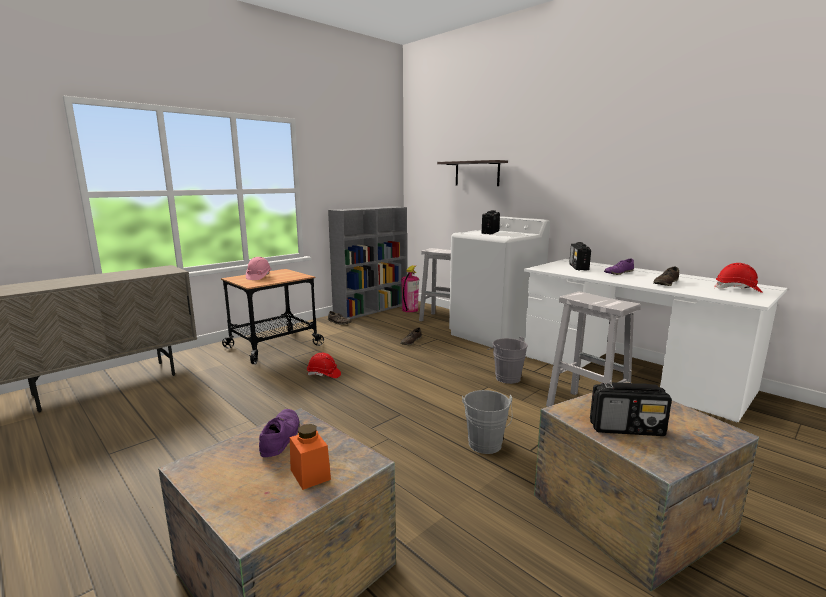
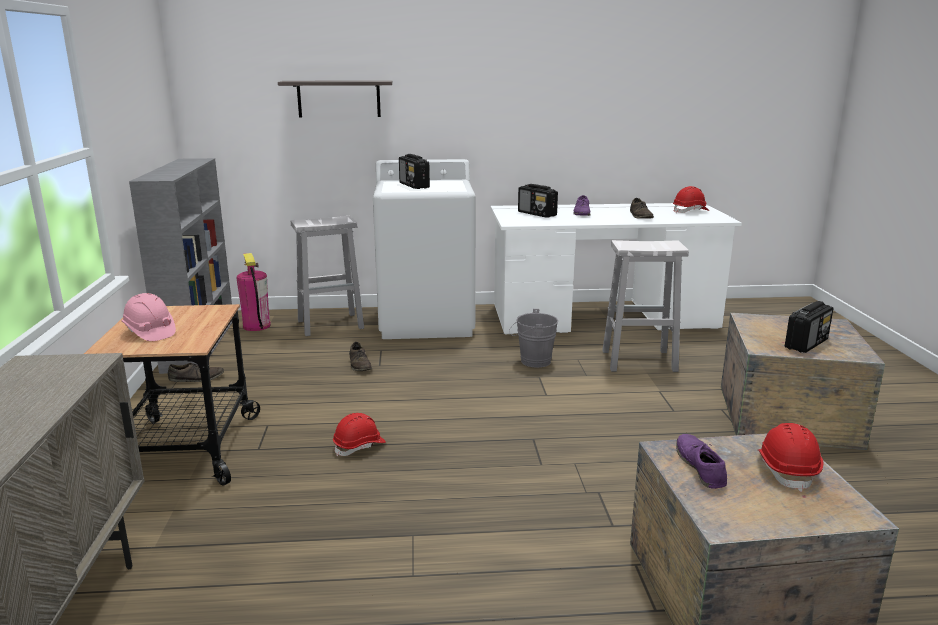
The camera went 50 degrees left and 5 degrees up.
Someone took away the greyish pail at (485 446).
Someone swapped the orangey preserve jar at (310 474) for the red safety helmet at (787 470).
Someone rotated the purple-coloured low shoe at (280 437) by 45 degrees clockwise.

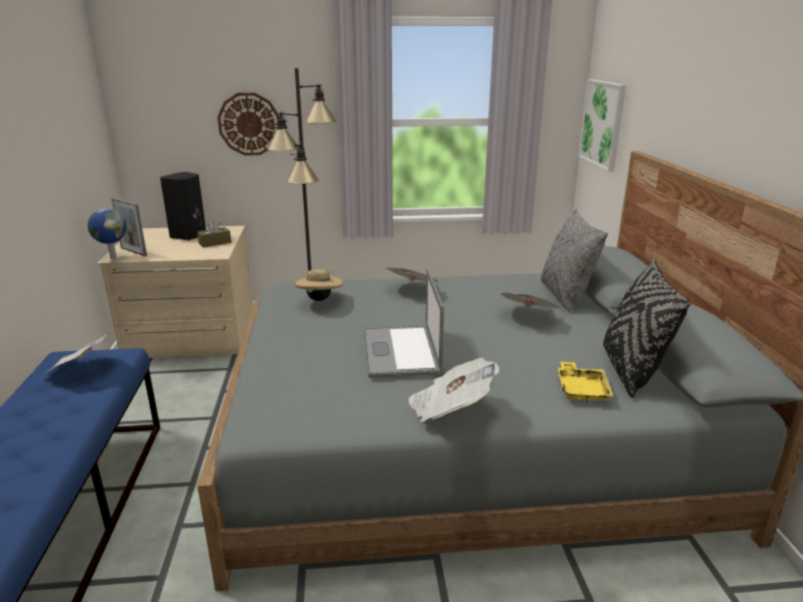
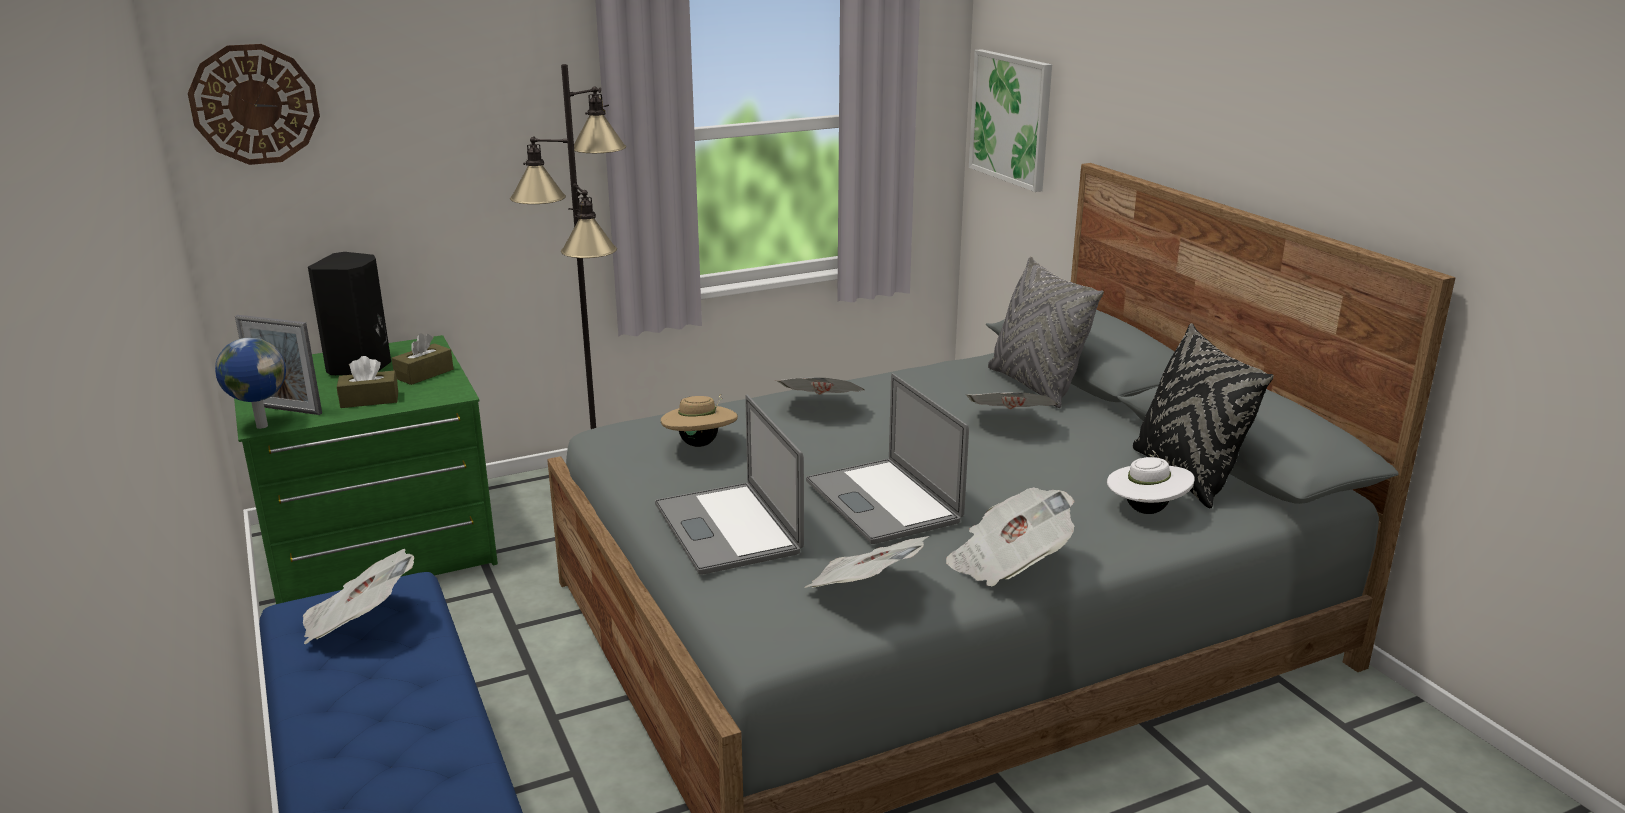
The camera went 20 degrees left and 0 degrees up.
Someone put down the brown box of tissues at (369 400).
Someone put down the laptop at (727 528).
Someone put down the printed paper at (864 590).
Someone carried the wall clock from (249 124) to (255 104).
Someone swapped the yellow-coloured tray at (582 390) for the white-coloured wearable hat at (1146 510).
Someone repainted the beige-coloured chest of drawers at (192 335), which became the green-coloured chest of drawers at (379 547).

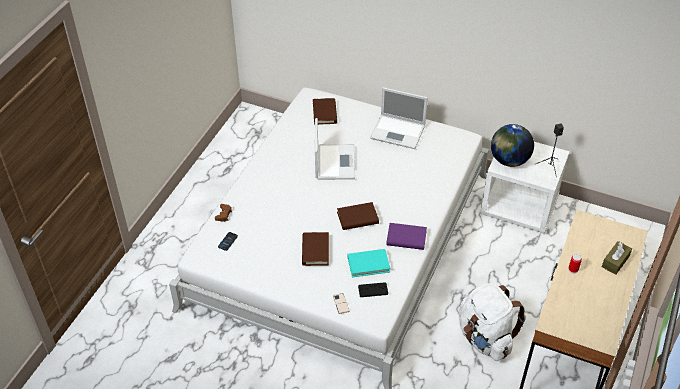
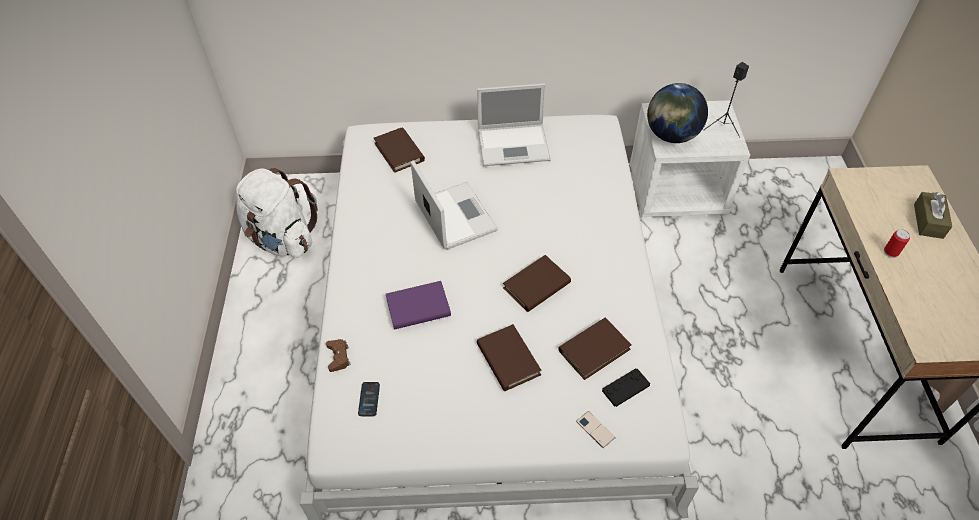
The camera went 25 degrees left and 5 degrees up.
Someone carried the purple-coloured volume from (406 238) to (418 308).
Someone carried the white-coloured rucksack from (485 338) to (282 239).
Someone repainted the blue-green volume at (368 264), which became the brown volume at (594 350).

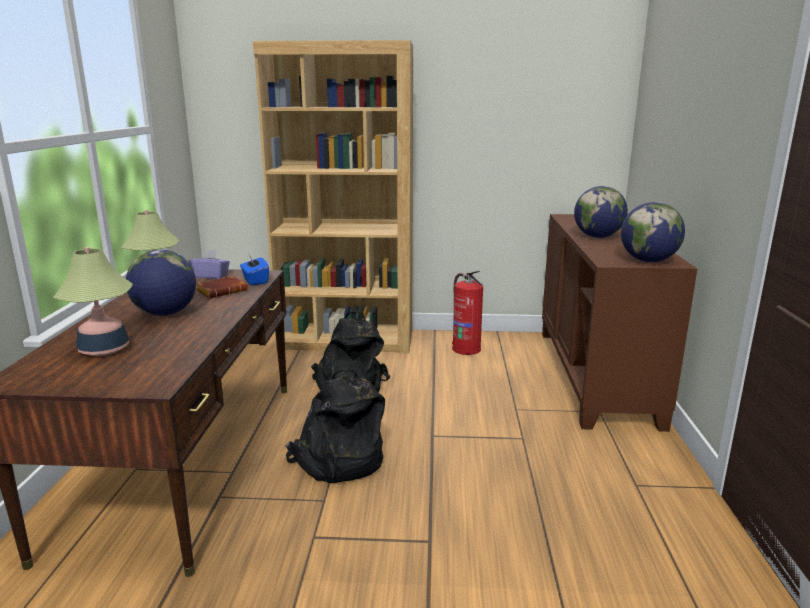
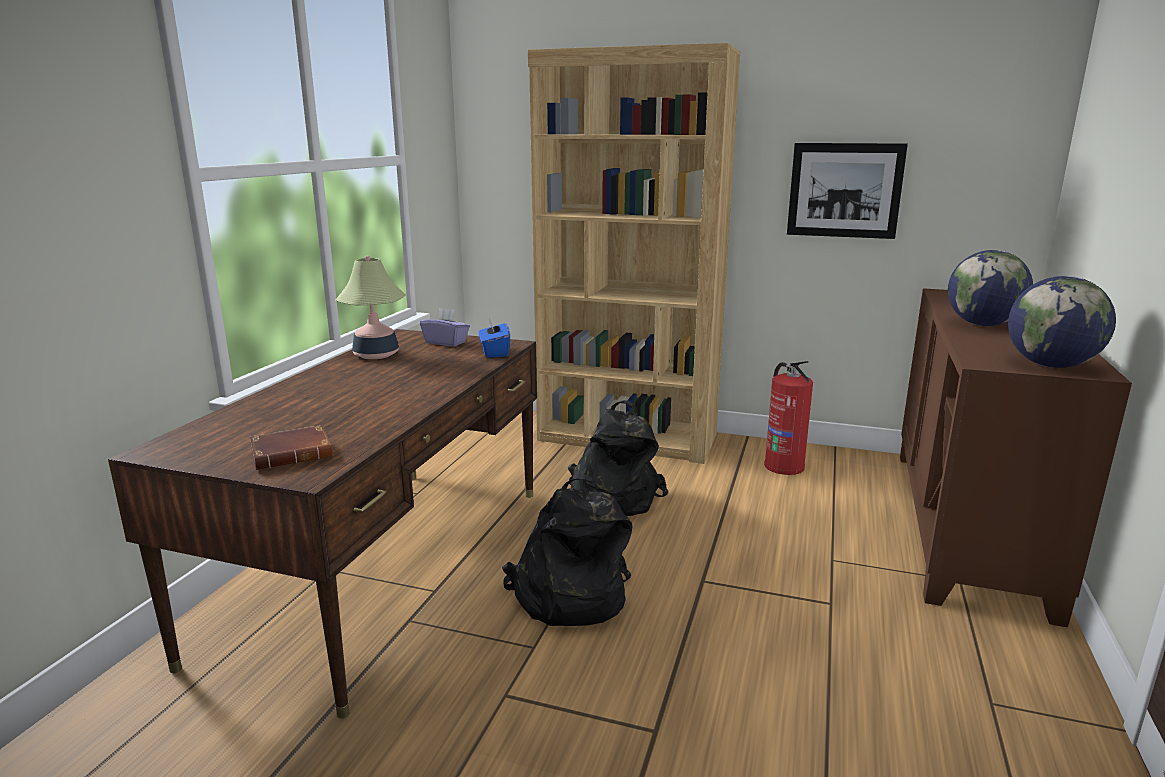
The camera went 15 degrees right and 0 degrees up.
Someone took away the table lamp at (104 349).
Someone took away the desk globe at (165 313).
Someone put up the picture at (844 190).
Someone carried the brown volume from (222 291) to (294 453).

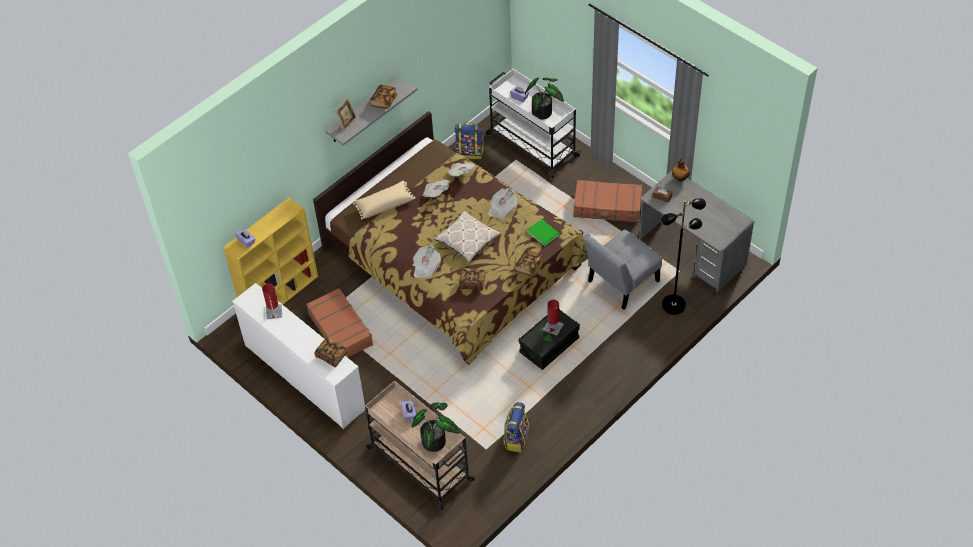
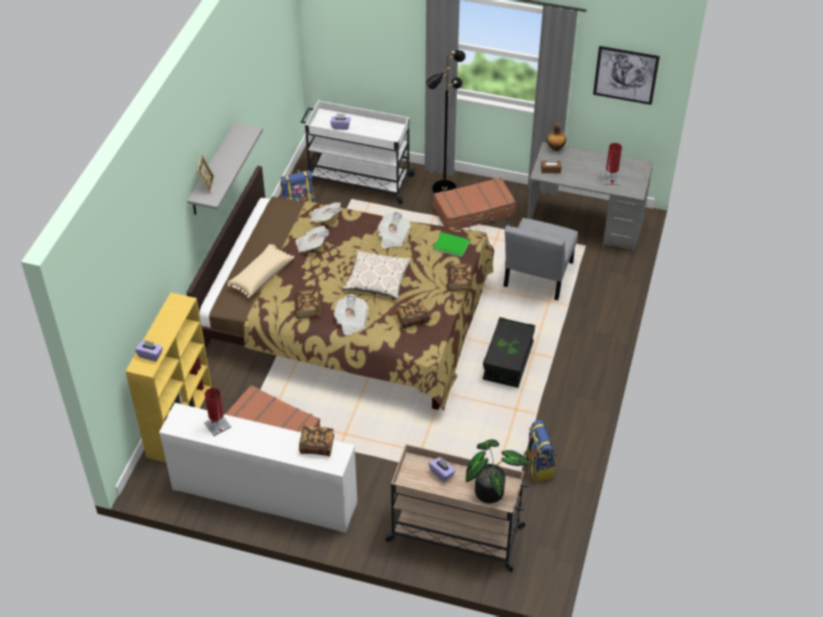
The camera went 30 degrees left and 5 degrees down.
Someone took away the plant in a pot at (544 111).
Someone put up the picture at (625 75).
Someone carried the volume from (383 101) to (307 309).
Someone carried the red table lamp from (553 327) to (610 179).
Someone carried the blackish standard lamp from (673 304) to (444 189).

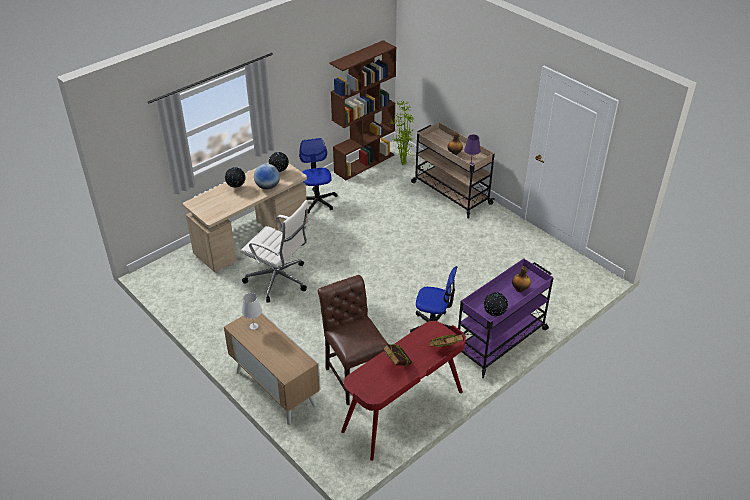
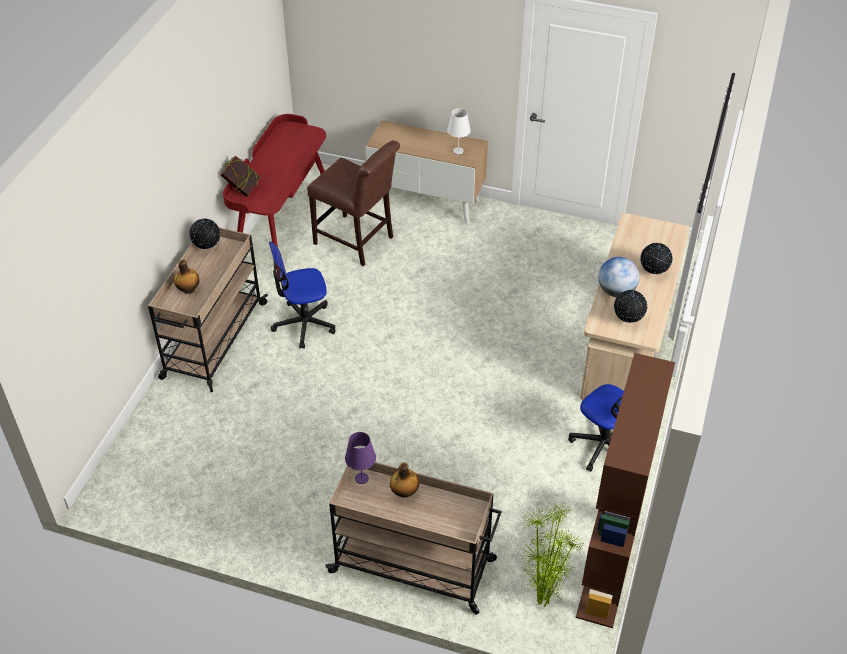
The camera went 150 degrees right and 5 degrees up.
Someone took away the white-coloured desk chair at (279 280).
Someone took away the volume at (397 365).
Someone repainted the purple-coloured wheeled cart at (501 341), which became the beige-coloured wheeled cart at (213 341).

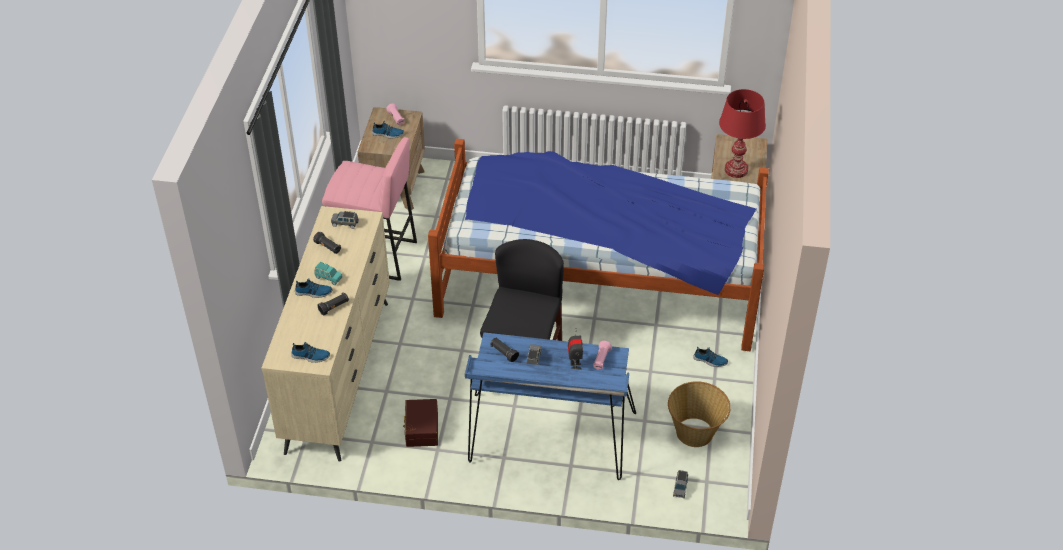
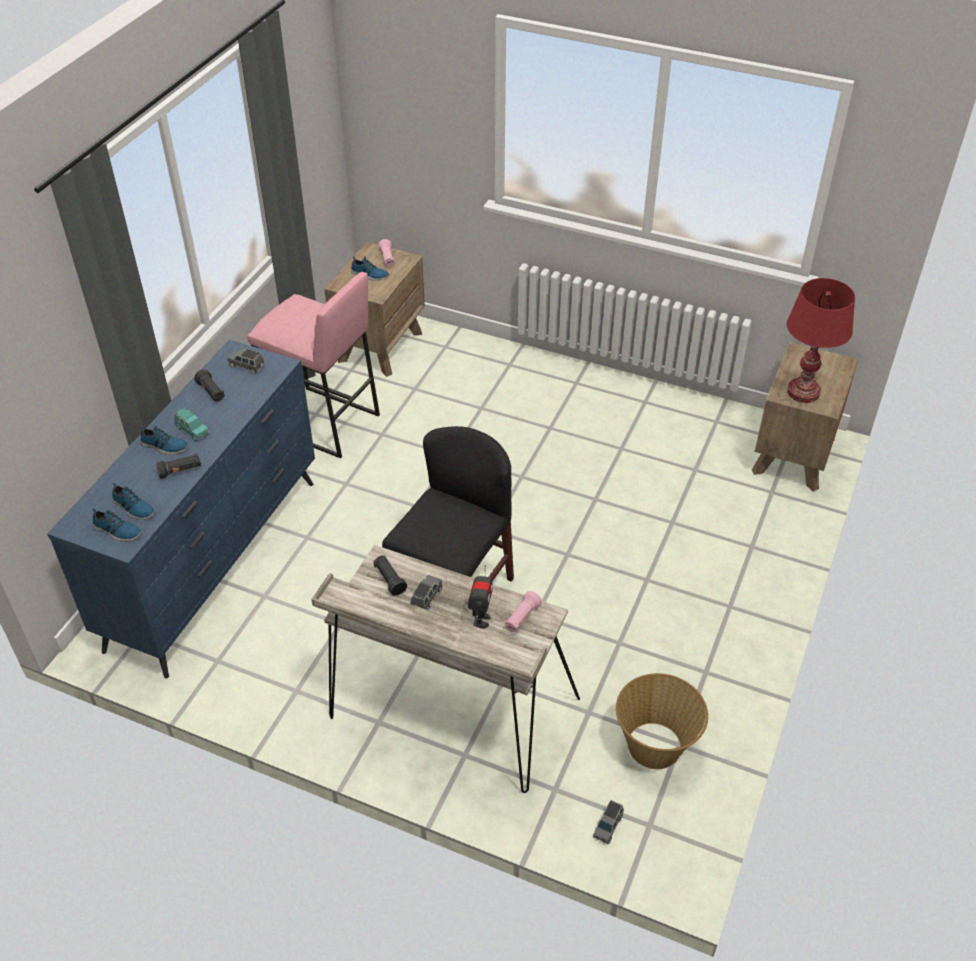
The camera went 15 degrees right and 0 degrees up.
Someone took away the brown storage container at (420 429).
Someone took away the sleeping bed at (598 281).
Someone carried the low shoe from (710 360) to (133 508).
Someone repainted the beige-coloured chest of drawers at (339 374), which became the bluish chest of drawers at (216 562).
Someone repainted the bluish desk unit at (549 439), which became the beige-coloured desk unit at (448 710).

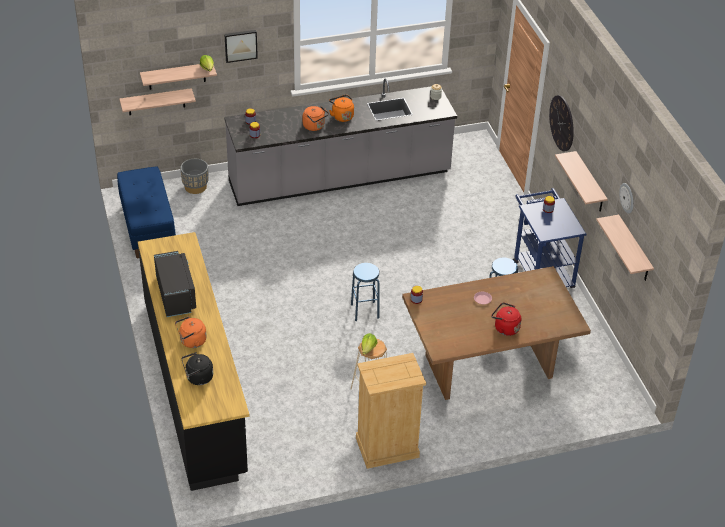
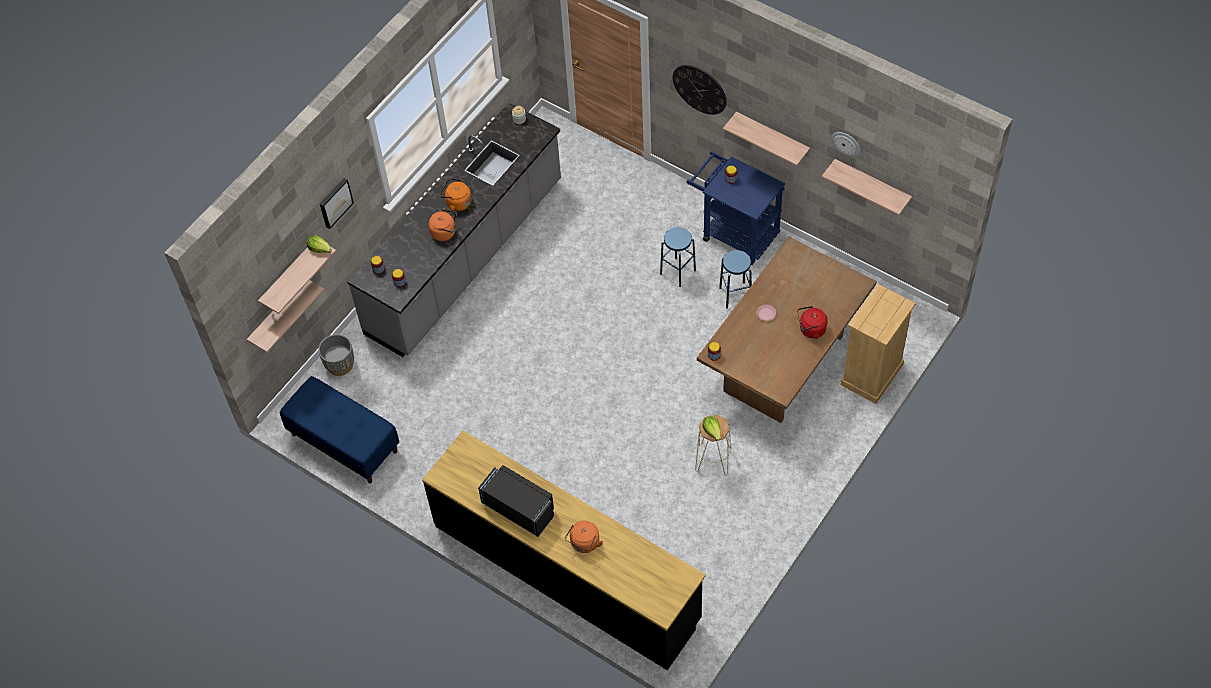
The camera went 35 degrees left and 15 degrees up.
Someone took away the blackish kettle at (198 378).
Someone carried the bluish stool from (365 311) to (678 272).
Someone carried the beige-coloured chest of drawers from (387 448) to (871 375).

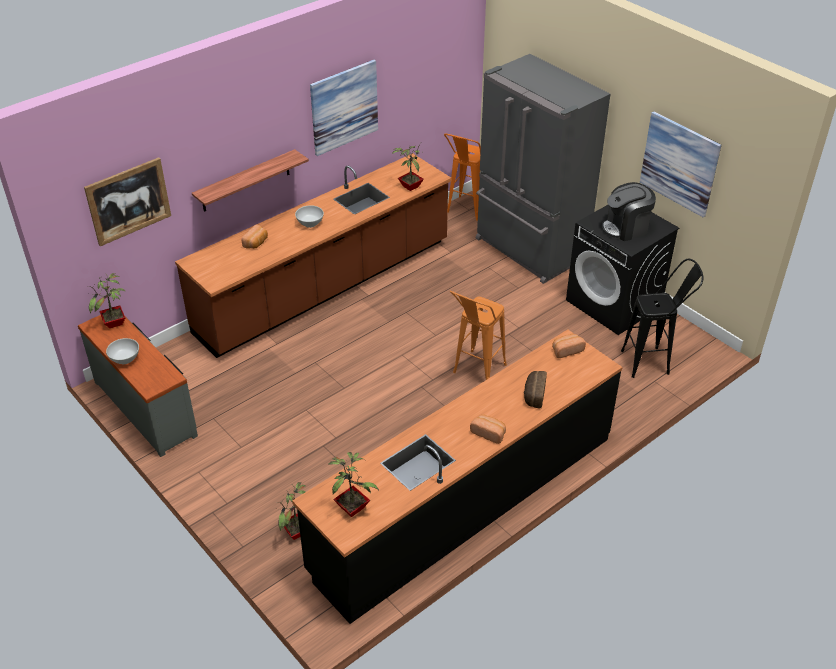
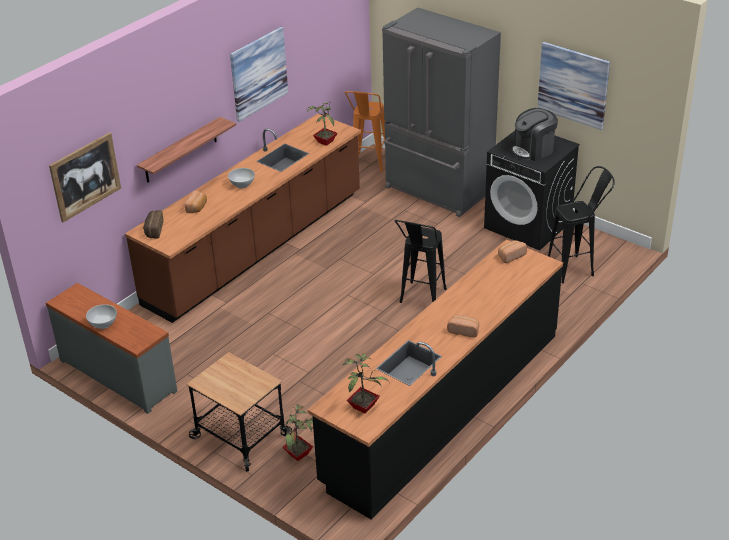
The camera went 10 degrees left and 5 degrees down.
Someone took away the plant in a pot at (114 323).
Someone put down the wheeled cart at (240 437).
Someone carried the bread from (533 395) to (153 230).
Someone repainted the orangey stool at (475 373), which became the blackish stool at (420 300).

